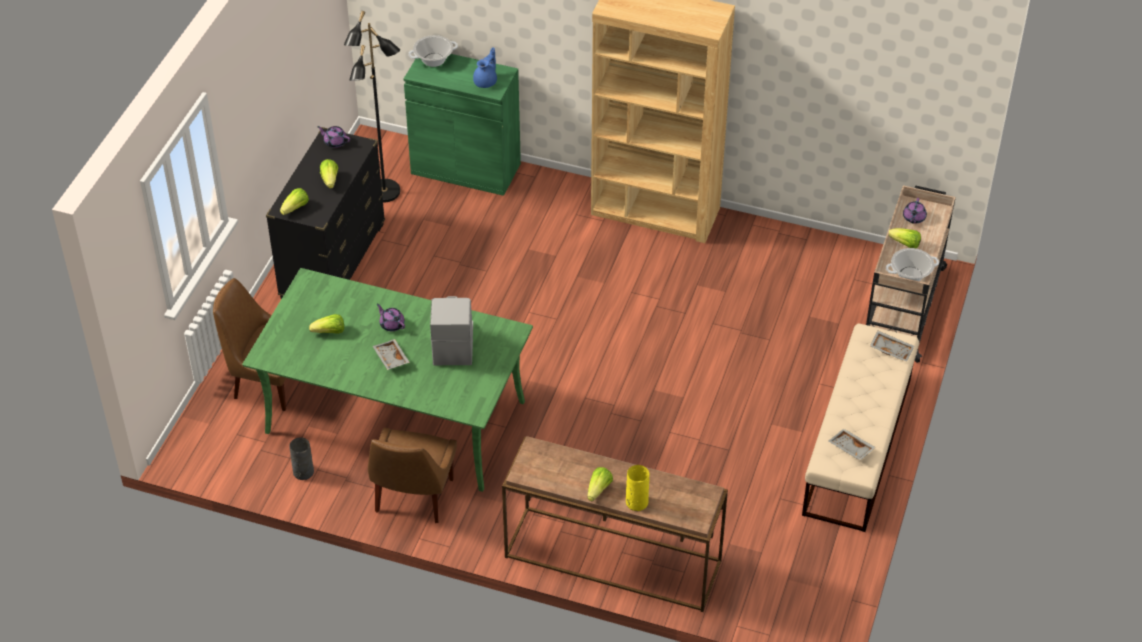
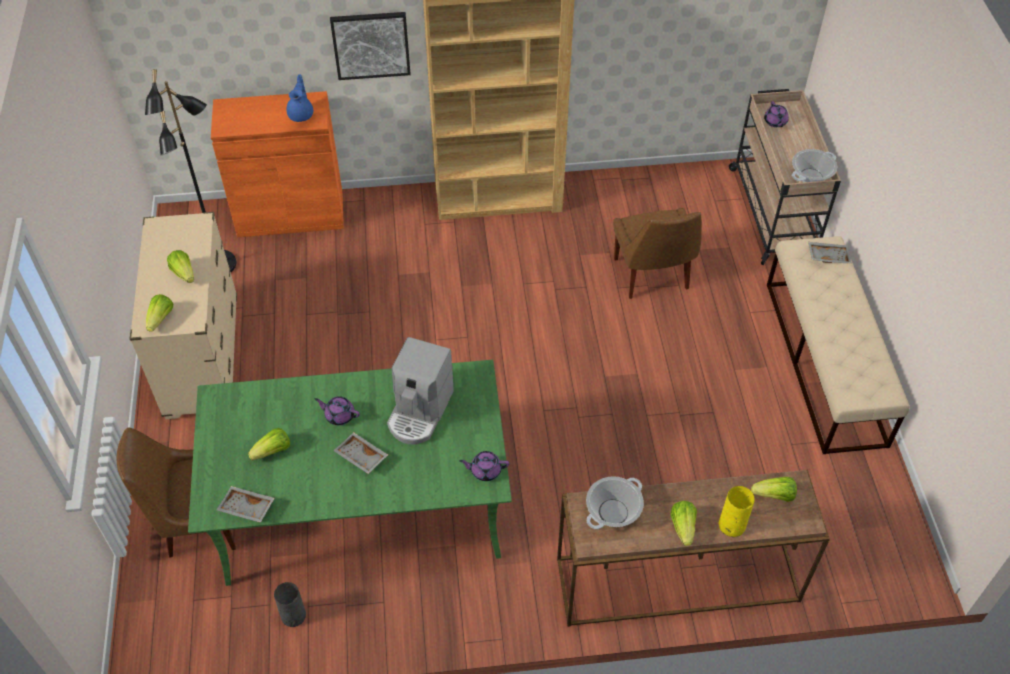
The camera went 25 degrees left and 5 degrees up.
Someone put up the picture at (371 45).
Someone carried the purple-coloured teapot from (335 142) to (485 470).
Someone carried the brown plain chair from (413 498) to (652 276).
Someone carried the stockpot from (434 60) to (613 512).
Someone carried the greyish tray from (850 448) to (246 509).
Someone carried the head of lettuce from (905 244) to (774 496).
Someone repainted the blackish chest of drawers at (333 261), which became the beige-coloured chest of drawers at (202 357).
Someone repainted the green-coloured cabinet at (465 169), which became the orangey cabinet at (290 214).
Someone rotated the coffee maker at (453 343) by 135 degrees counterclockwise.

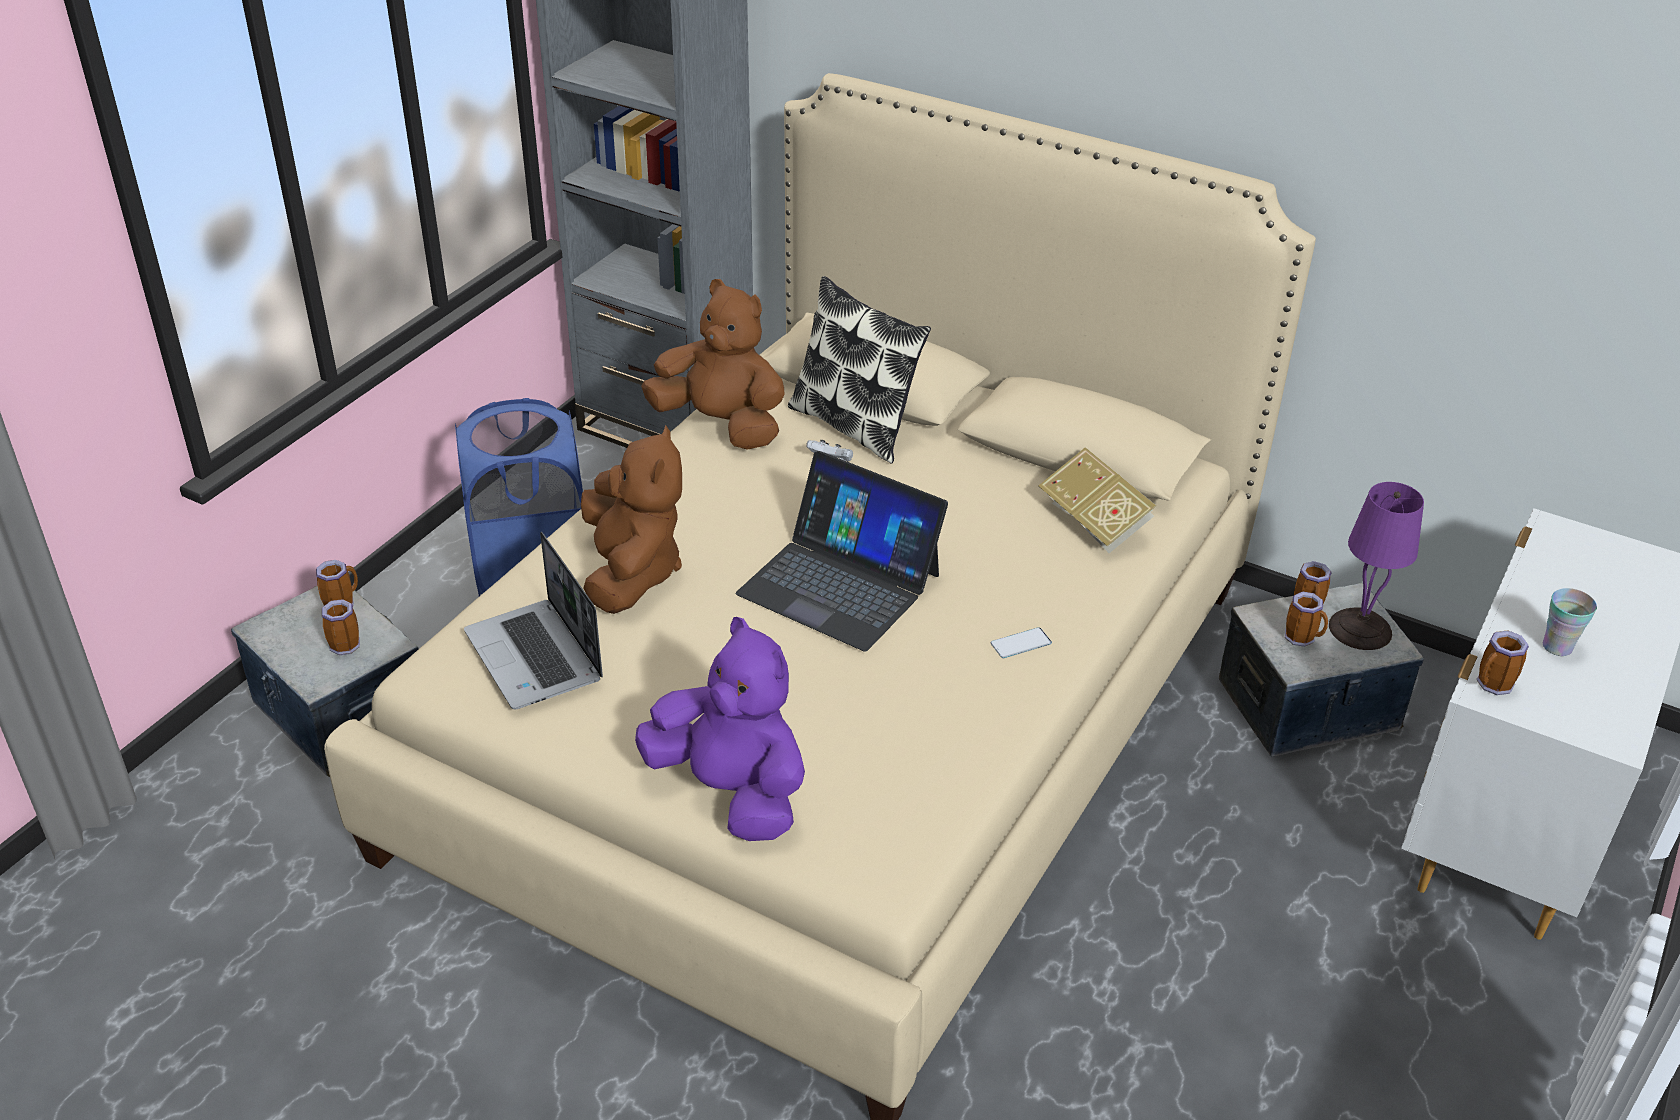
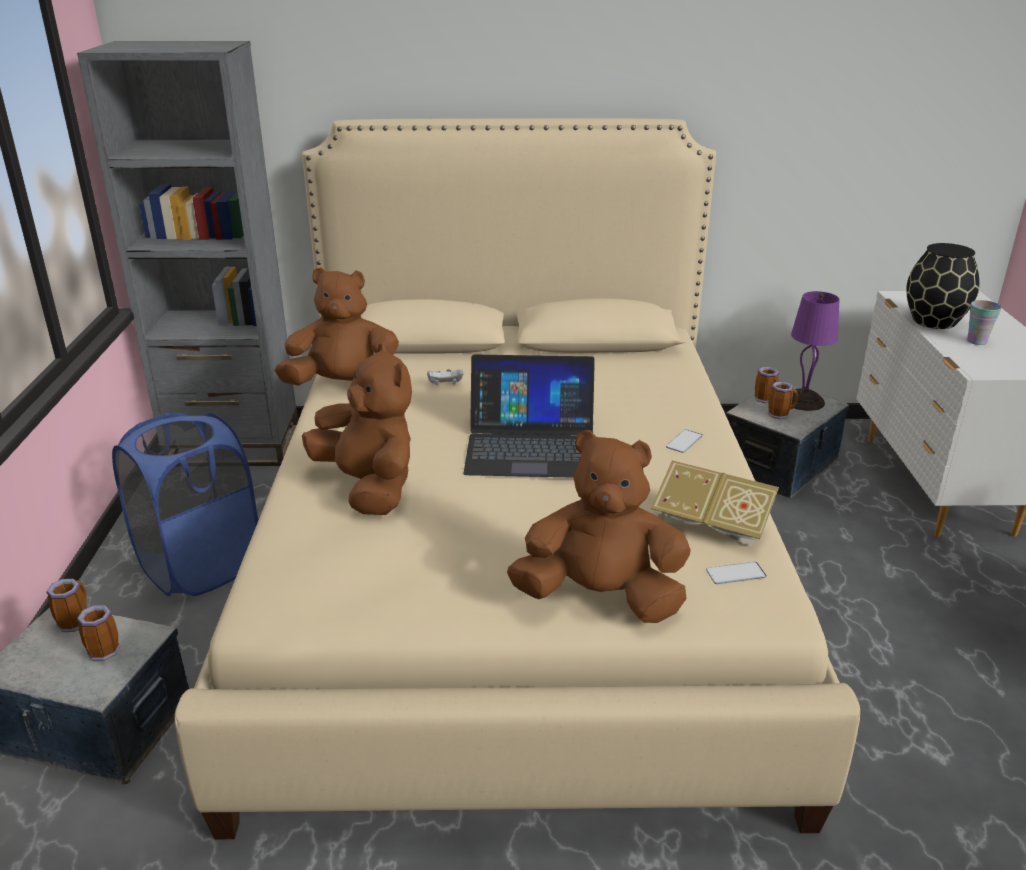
The camera went 30 degrees left and 10 degrees down.
Someone took away the laptop at (536 657).
Someone took away the cushion at (855 425).
Someone took away the tea mug at (1493 686).
Someone put down the handset at (736 573).
Someone put down the blackish flower vase at (934 321).
Someone carried the volume from (1095 522) to (712 524).
Someone repainted the purple-coloured cuddly toy at (731 791), which became the brown cuddly toy at (600 598).

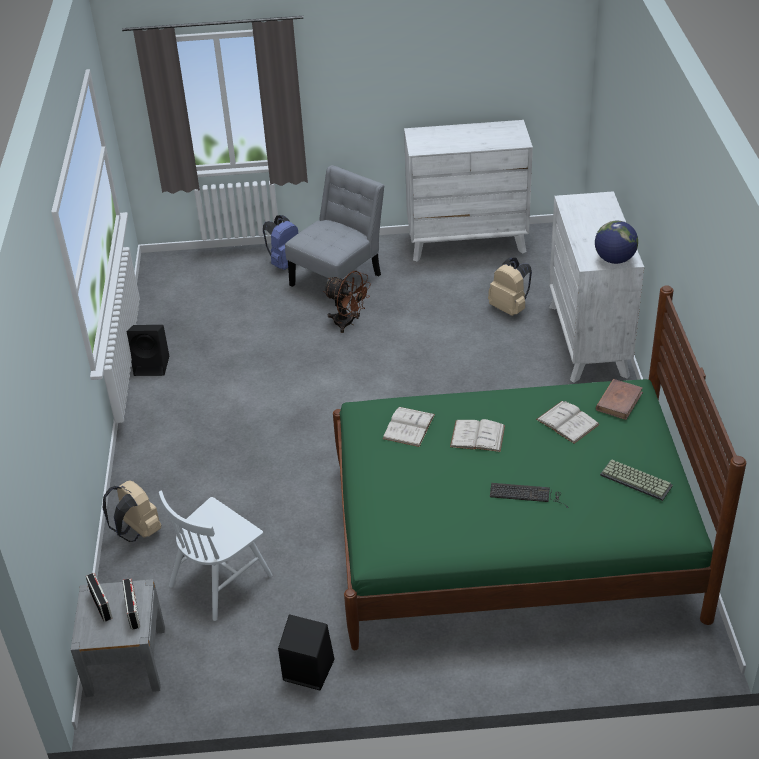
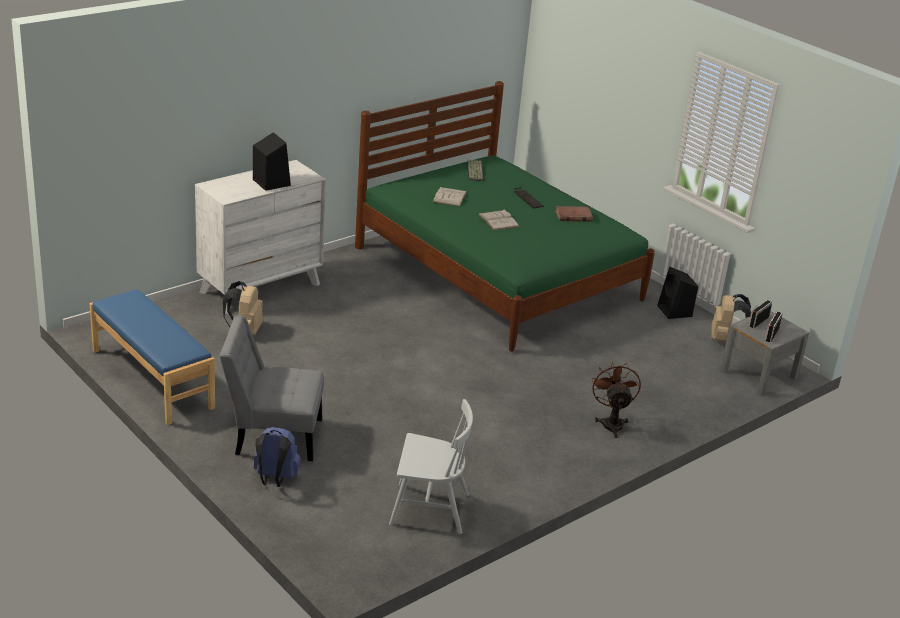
The camera went 130 degrees left and 10 degrees down.
Someone took away the white-coloured volume at (408 426).
Someone took away the desk globe at (614 260).
Someone carried the beige-coloured rucksack from (137 532) to (724 339).
Someone carried the blackish loudspeaker from (153 365) to (270 182).
Someone carried the white-coloured plain chair from (220 580) to (428 509).
Someone carried the brown cooling fan from (348 323) to (611 423).
Someone carried the brown volume from (619 401) to (573 216).
Someone swapped the white-coloured chest of drawers at (467 242) for the bluish long seat at (151 379).

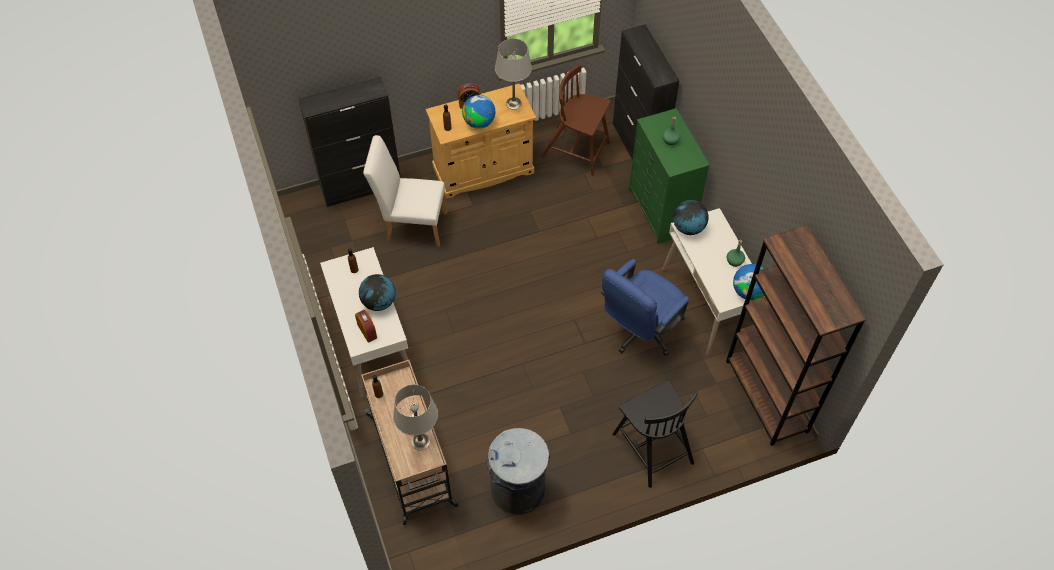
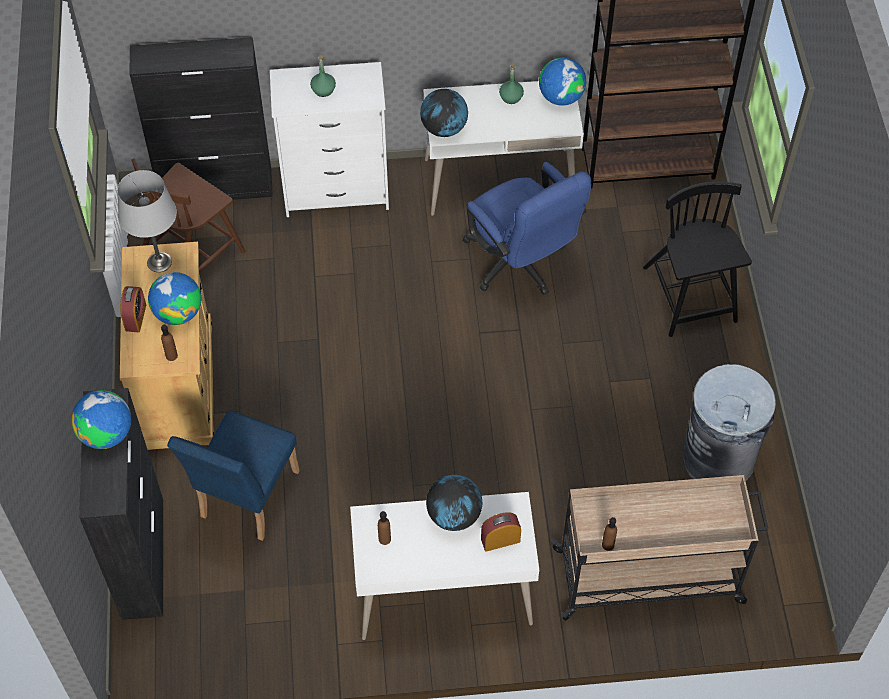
The camera went 75 degrees left and 0 degrees up.
Someone took away the greyish table lamp at (421 441).
Someone put down the desk globe at (106 434).
Someone repainted the white-coloured plain chair at (411 225), which became the bluish plain chair at (245 500).
Someone repainted the green-coloured chest of drawers at (660 211), which became the white-coloured chest of drawers at (336 191).
Someone rotated the blackish plain chair at (652 447) by 90 degrees counterclockwise.

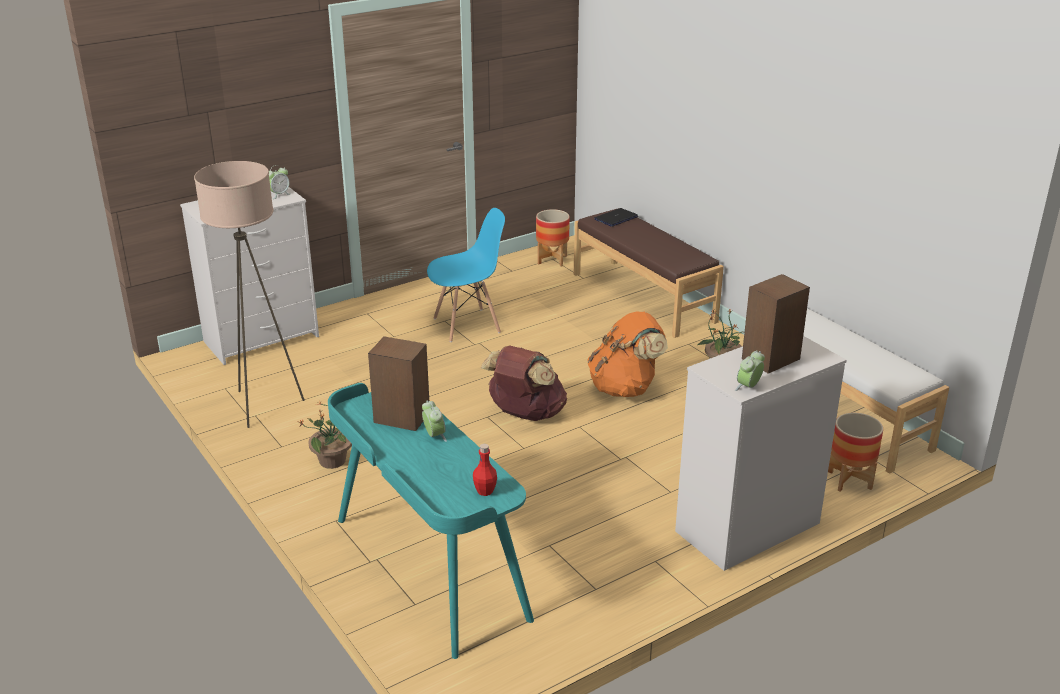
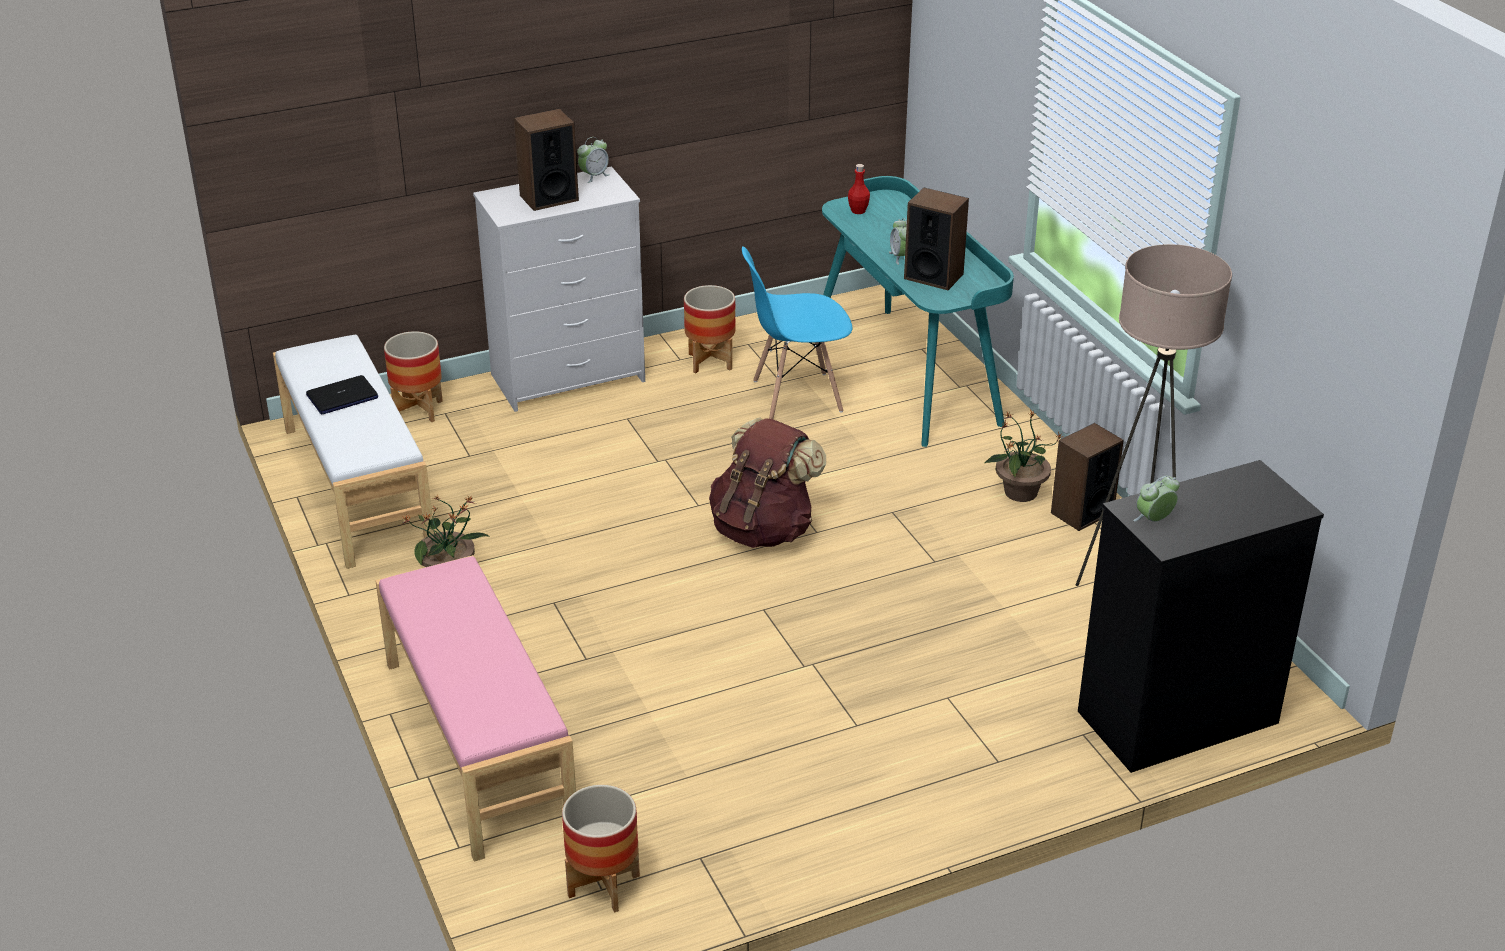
The camera went 170 degrees left and 5 degrees up.
Someone took away the orangey rucksack at (625 388).
Someone put down the flower pot at (710 362).
Someone put down the loudspeaker at (1081 512).
Someone carried the bluish plain chair from (467 325) to (796 396).
Someone carried the laptop from (616 218) to (342 397).
Someone repainted the white-coloured chest of drawers at (262 338), which became the blackish chest of drawers at (1176 718).
Someone repainted the brown long seat at (643 297), which became the pink long seat at (476 743).

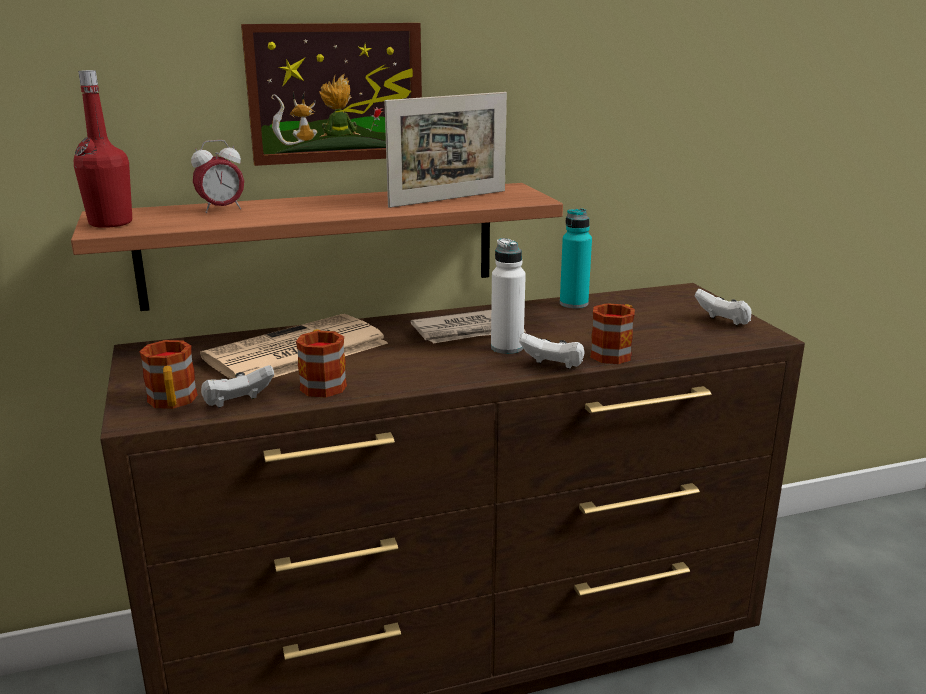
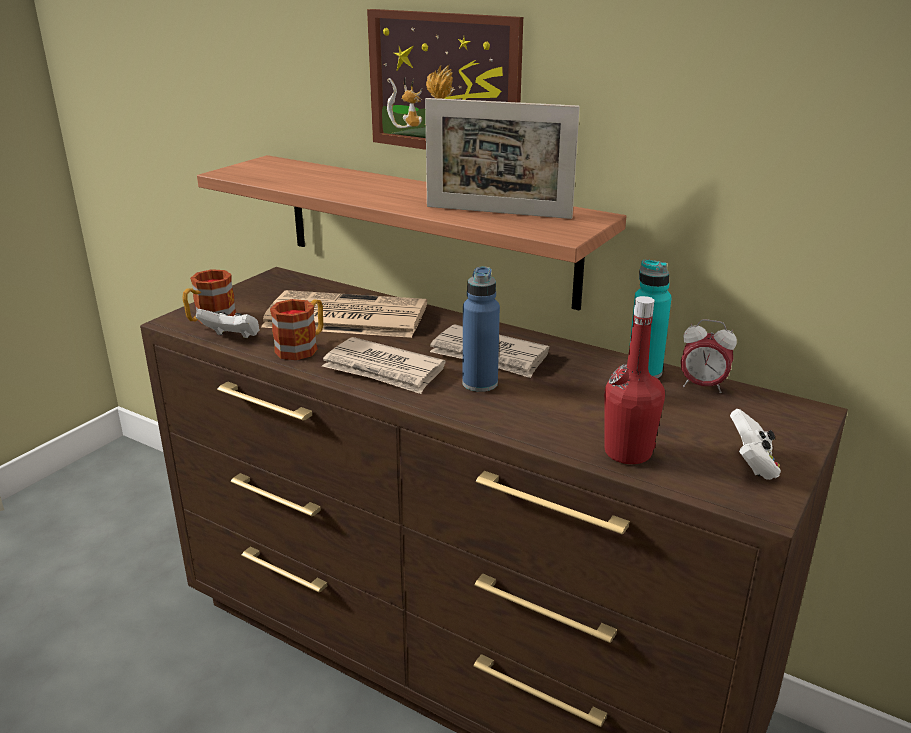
The camera went 50 degrees right and 5 degrees up.
Someone took away the white-coloured gamepad at (553 366).
Someone took away the tea mug at (614 352).
Someone put down the printed paper at (383 370).
Someone carried the red drink bottle from (110 223) to (628 453).
Someone carried the bedside clock from (221 209) to (702 386).
Someone repainted the white-coloured drink bottle at (507 348), which became the bluish drink bottle at (480 383).

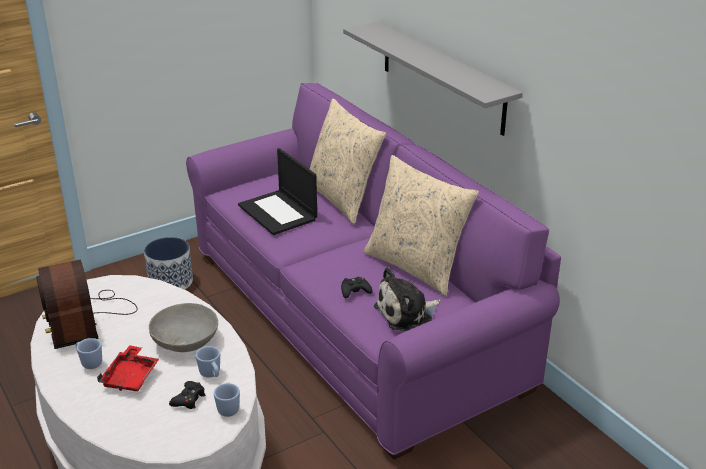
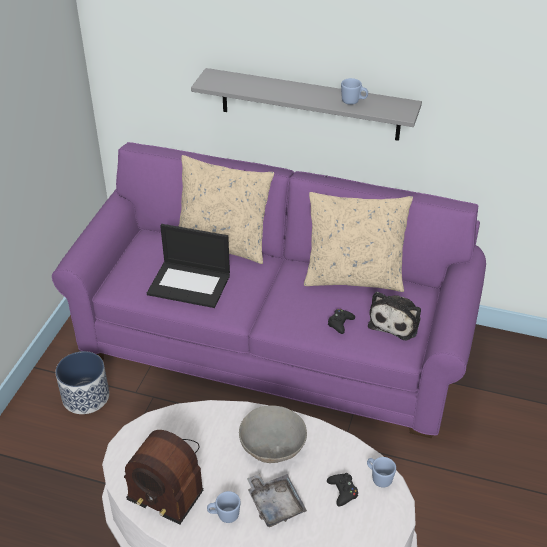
The camera went 40 degrees left and 10 degrees up.
Someone carried the bluish tea mug from (211 374) to (353 102).
Someone repainted the red tray at (131 377), which became the greyish tray at (275 504).

